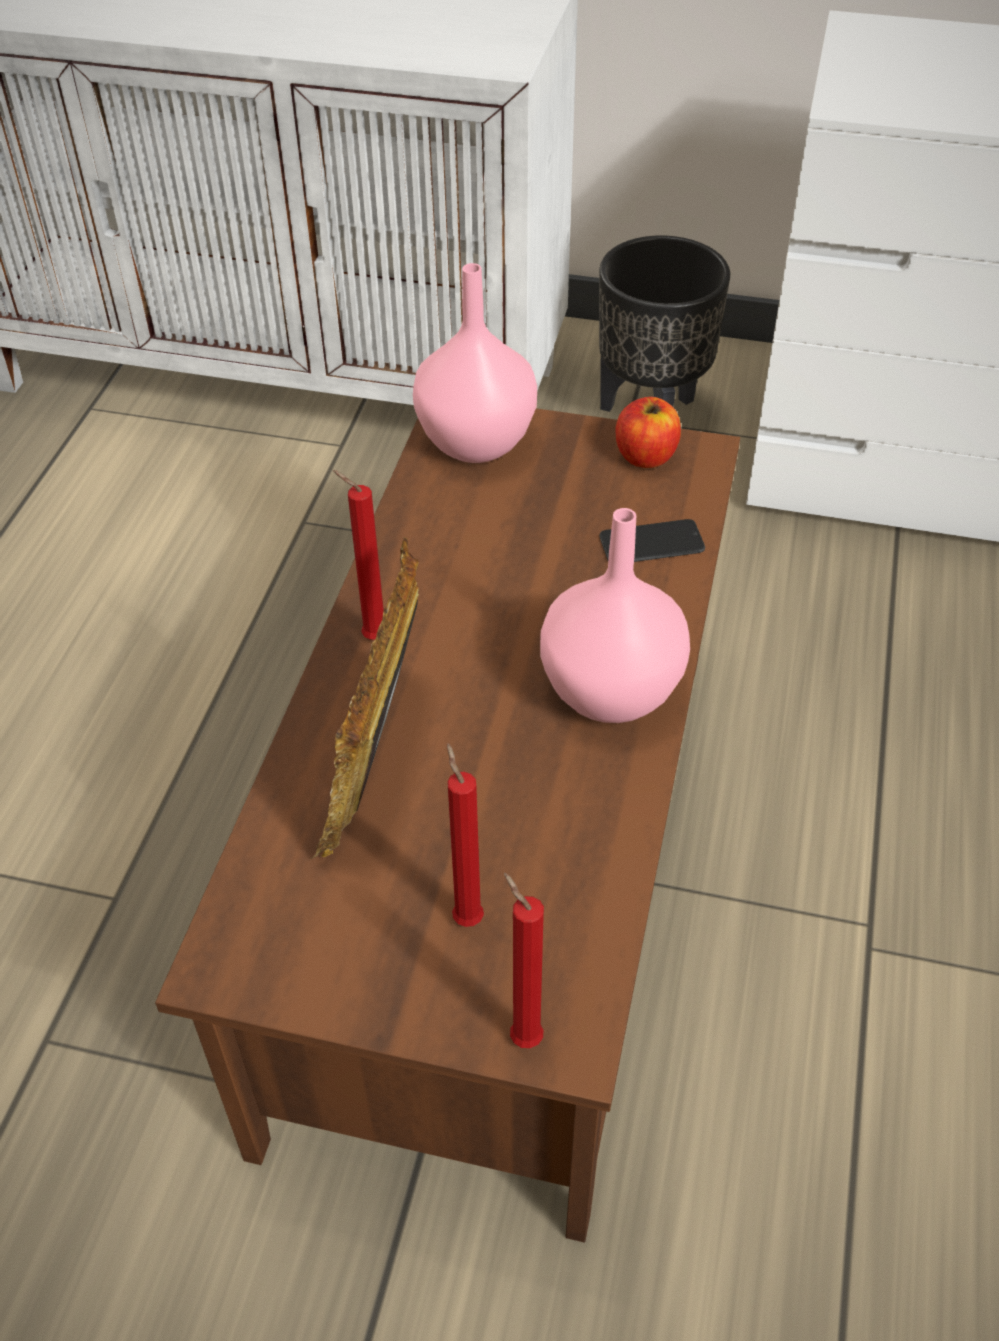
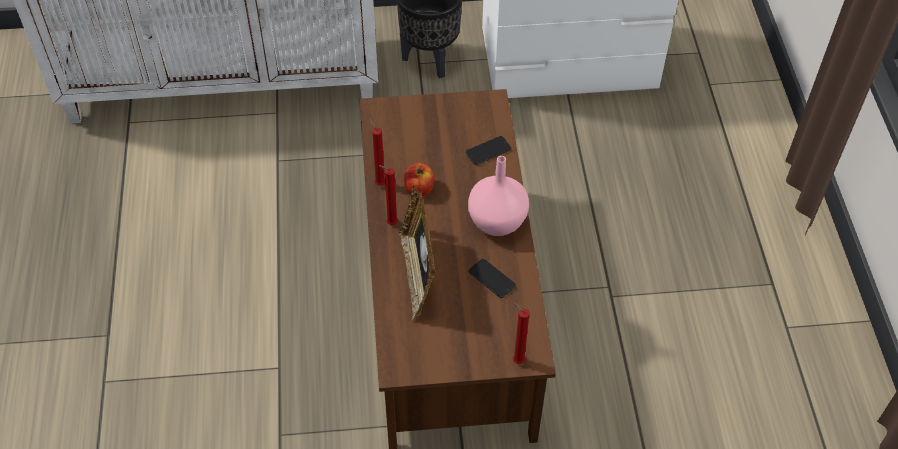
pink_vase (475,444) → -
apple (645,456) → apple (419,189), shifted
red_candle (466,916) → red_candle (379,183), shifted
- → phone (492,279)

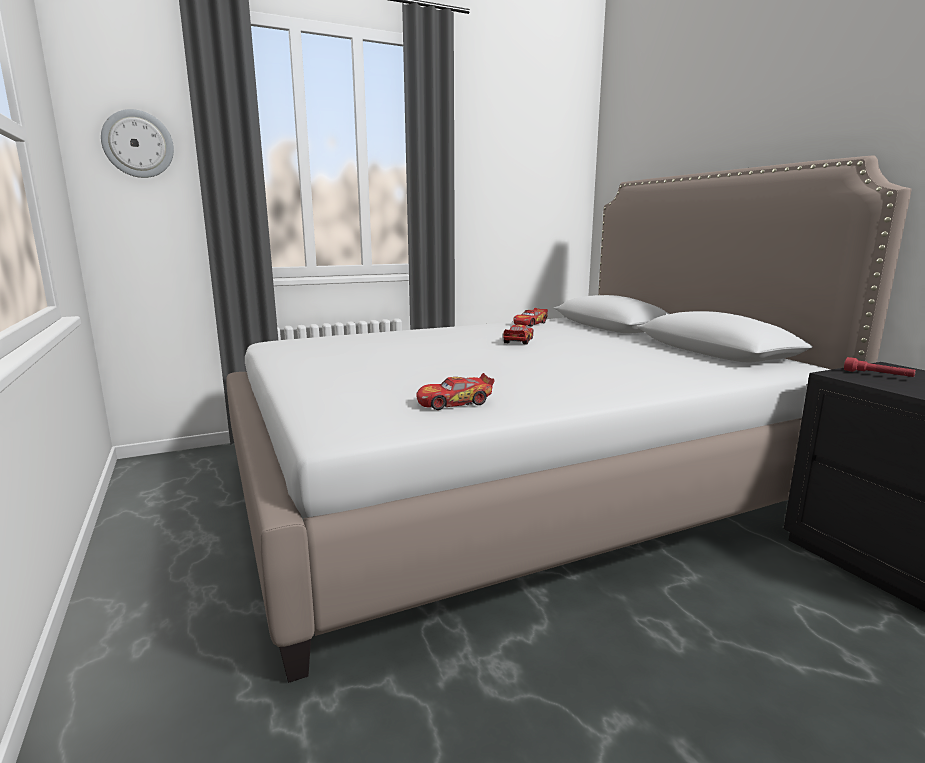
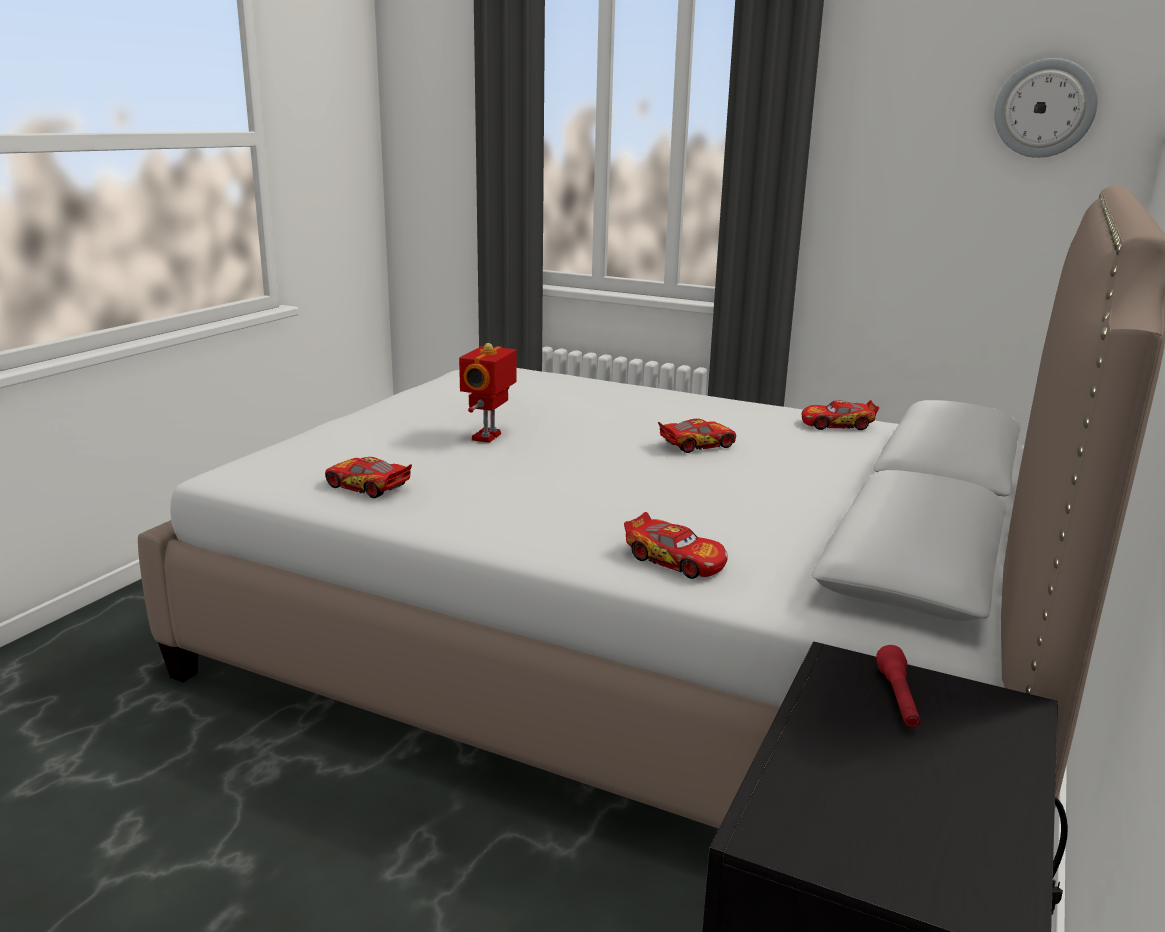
wall_clock (138,144) → wall_clock (1044,108), shifted
- → toy_robot (488,437)
- → toy_car (675,560)

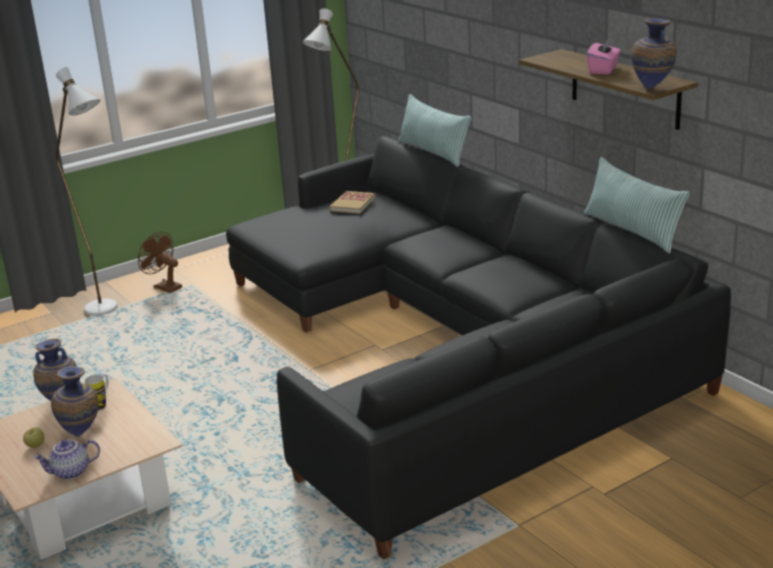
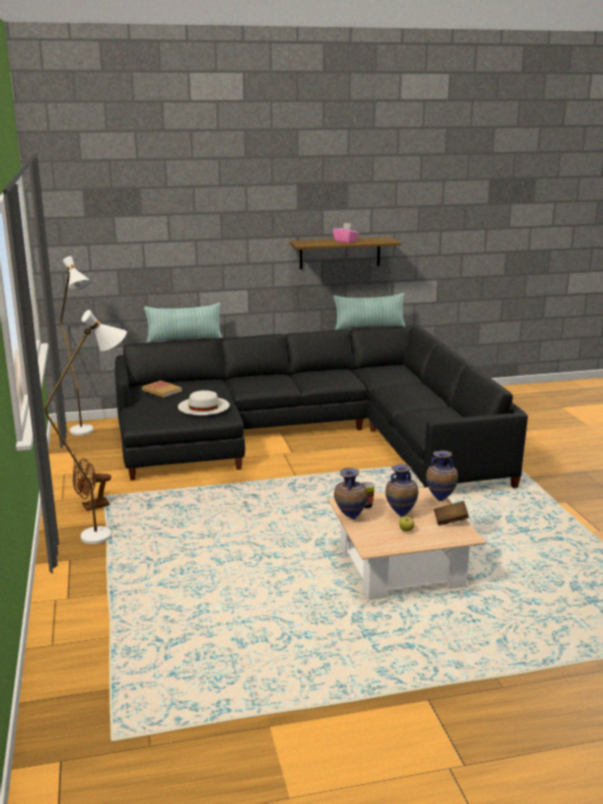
vase (652,88) → vase (440,499), shifted
teapot (70,472) → brown_book (450,521)
- → white_hat (203,406)

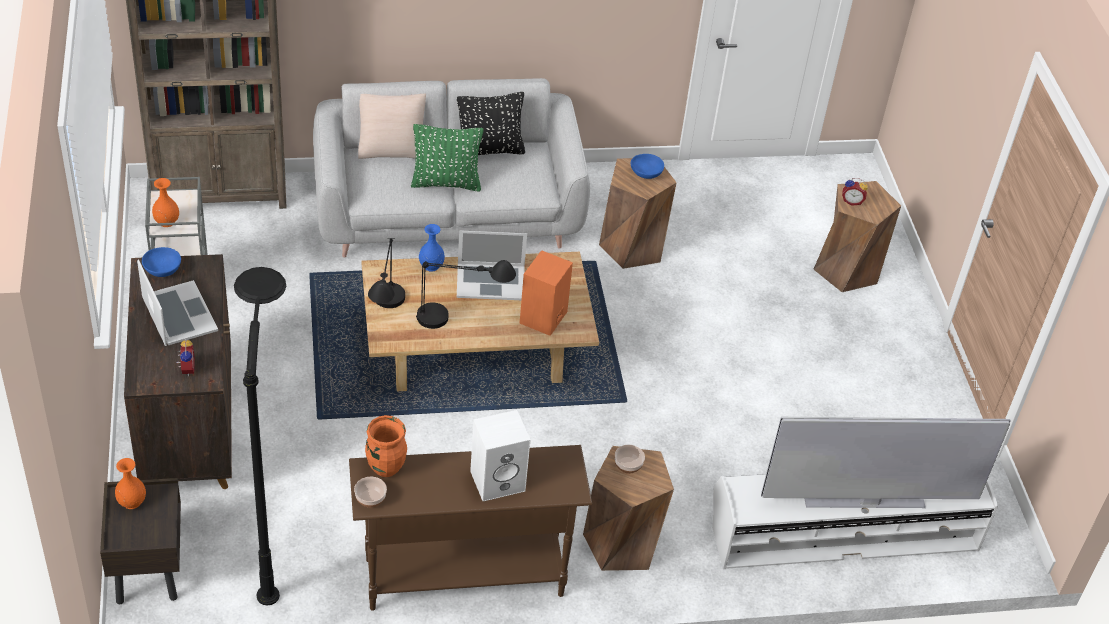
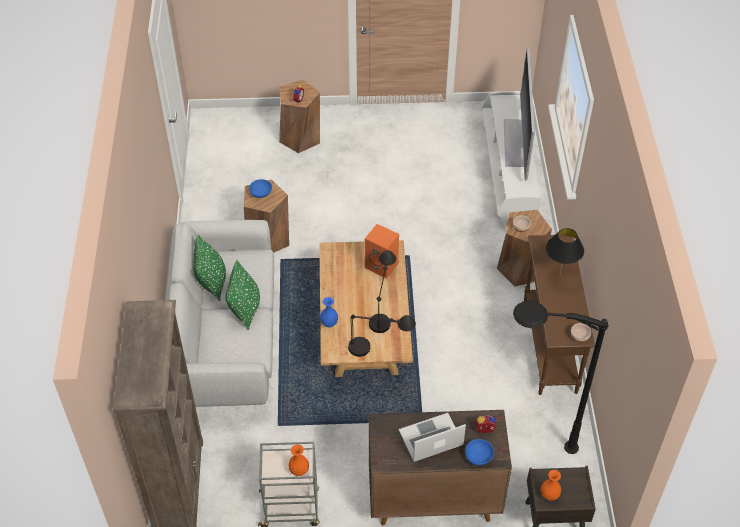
black_pillow (490,150) → green_pillow (212,282)
beige_pillow (391,147) → -
laptop (490,281) → -
blue_bowl (163,269) → blue_bowl (478,456), shifted
white_speaker (498,480) → black_table_lamp (559,274)
orange_vase (385,467) → -

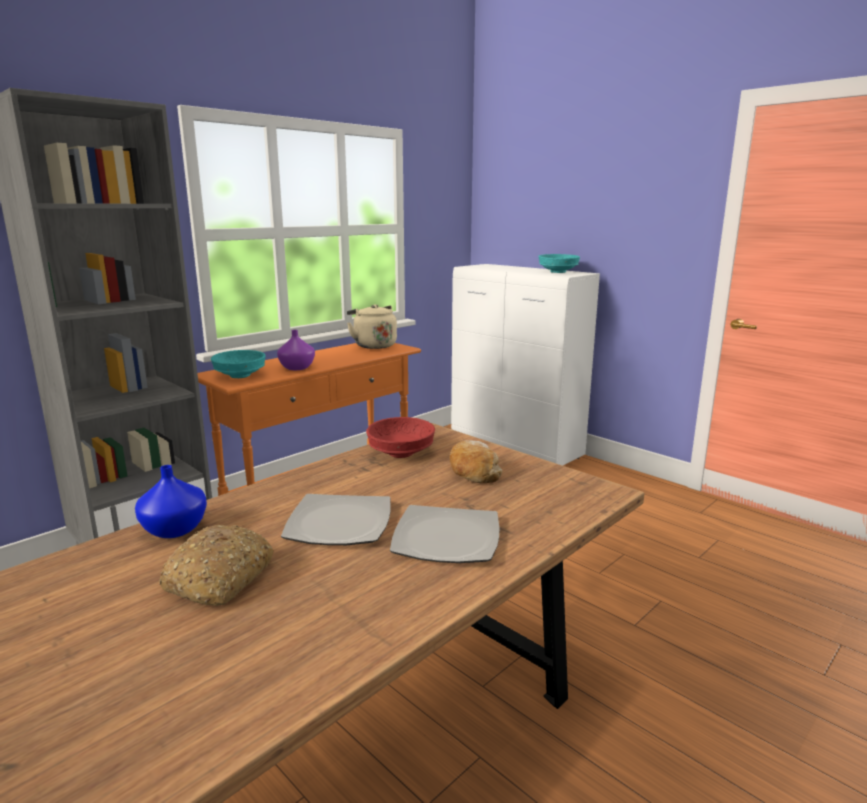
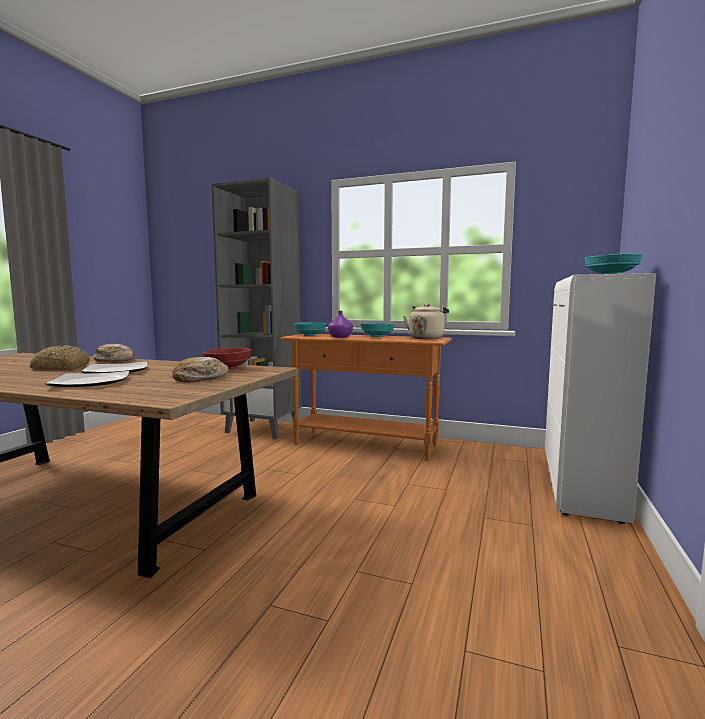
blue_vase (175,528) → bread (115,360)
- → turquoise_bowl (377,336)

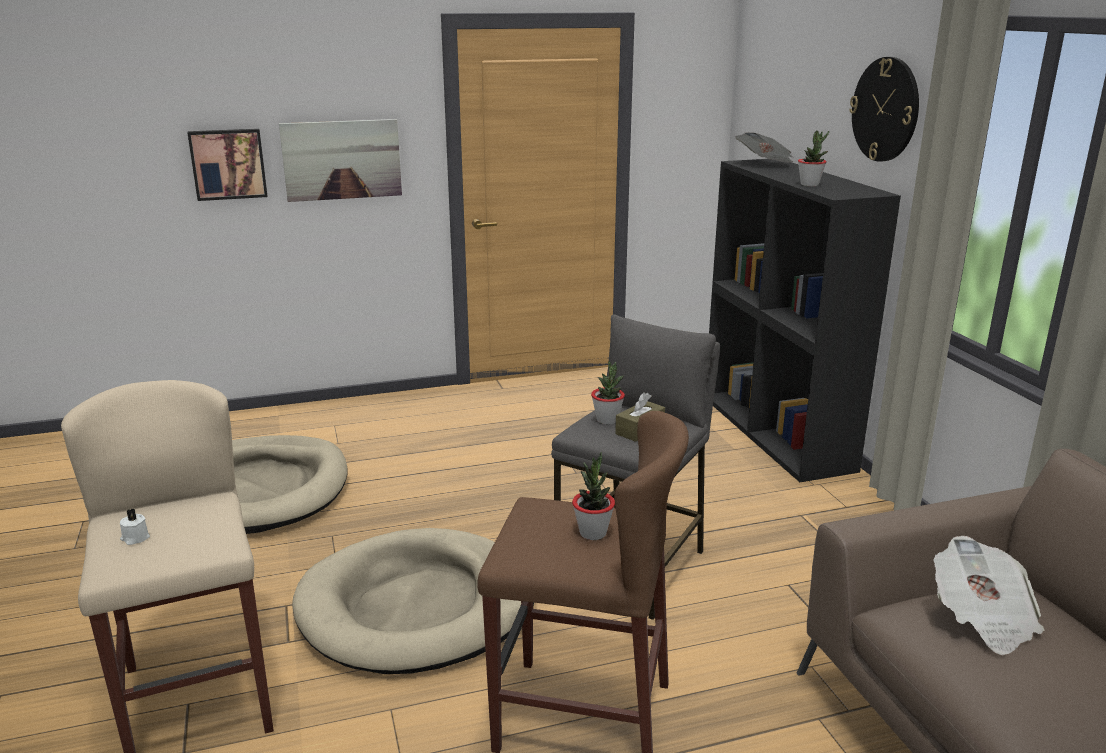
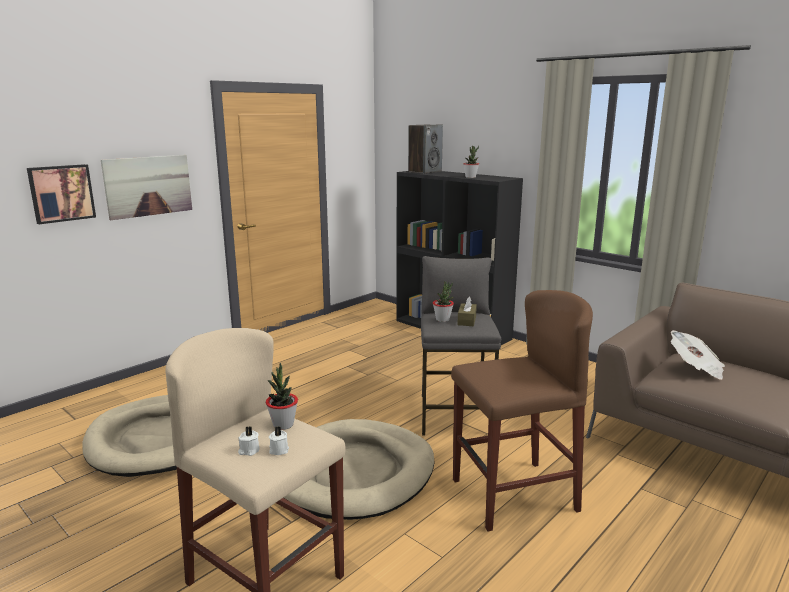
wall_clock (885,109) → -
newspaper (765,165) → speaker (425,172)
potted_plant (593,533) → potted_plant (283,424), shifted
- → white_candle (278,450)

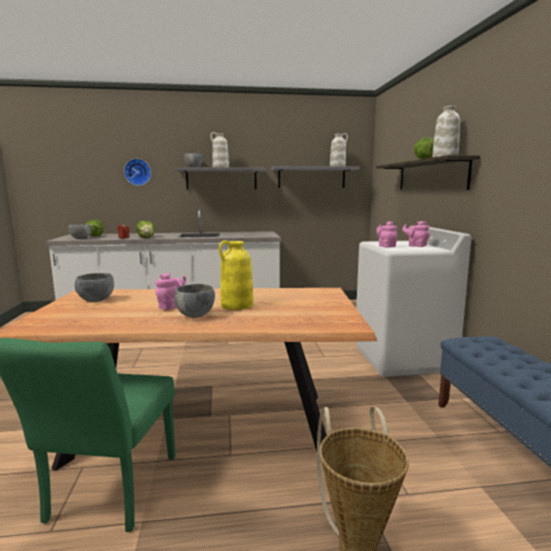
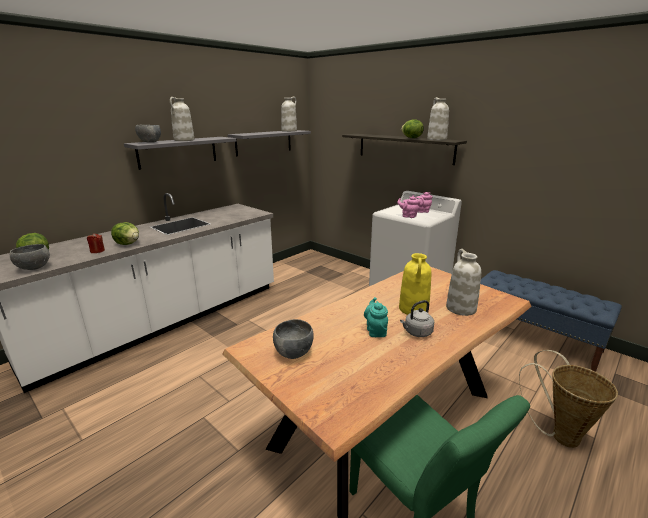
wall_clock (138,172) → -
pink_teapot (171,306) → turquoise_teapot (375,331)
grey_bowl (195,315) → grey_kettle (417,333)
- → white_vase (460,308)

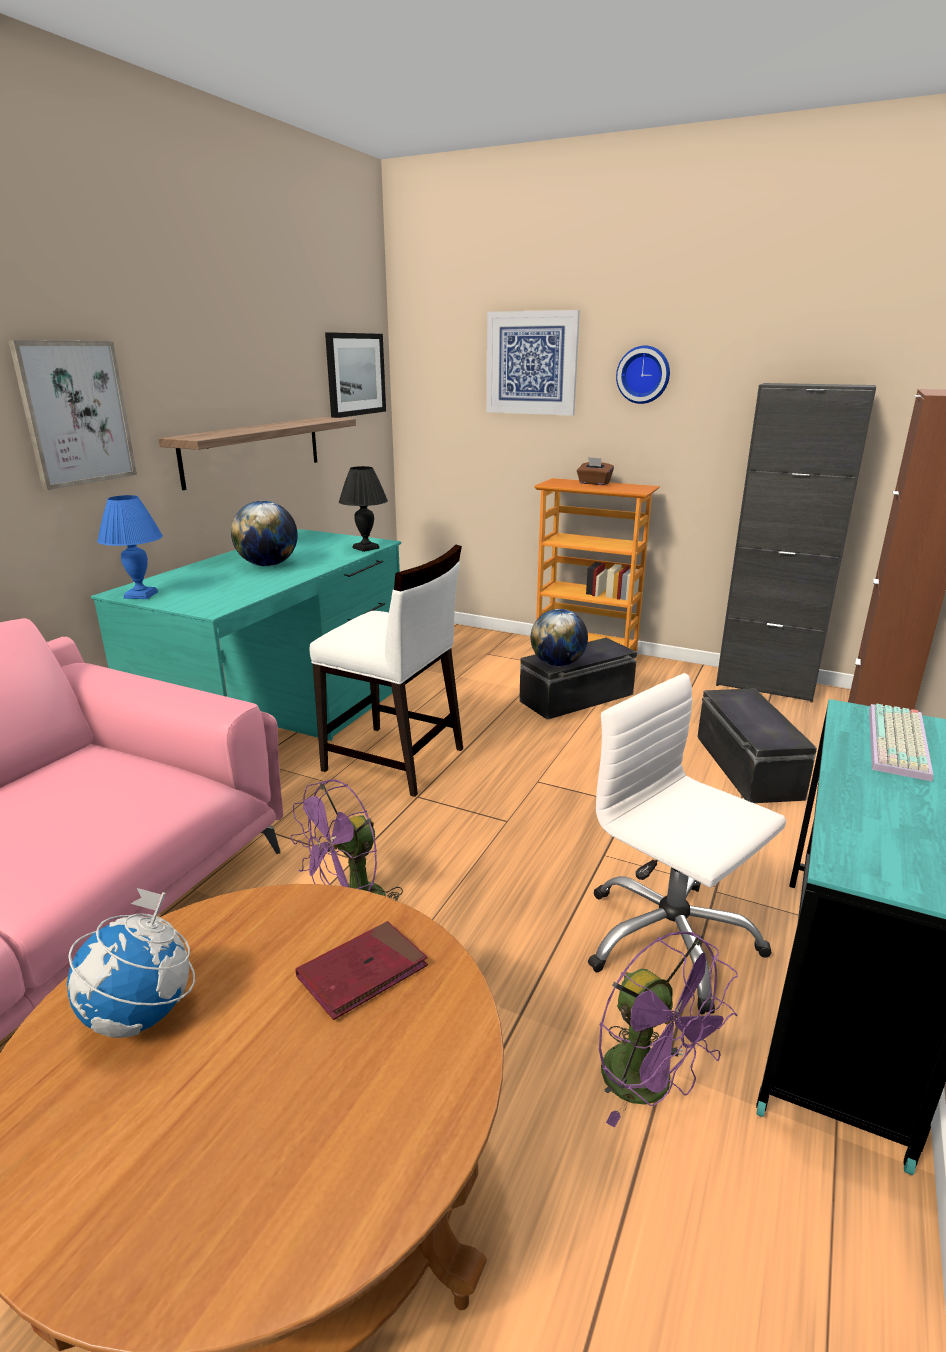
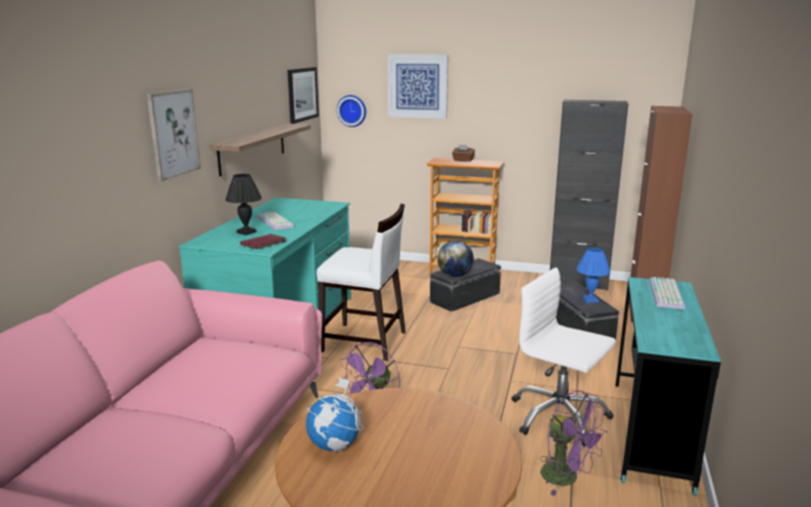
wall_clock (644,374) → wall_clock (352,110), shifted
black_table_lamp (366,548) → black_table_lamp (247,232), shifted
blue_table_lamp (141,595) → blue_table_lamp (589,300), shifted
globe (268,565) → keyboard (276,221)
red_book (362,972) → red_book (264,244), shifted

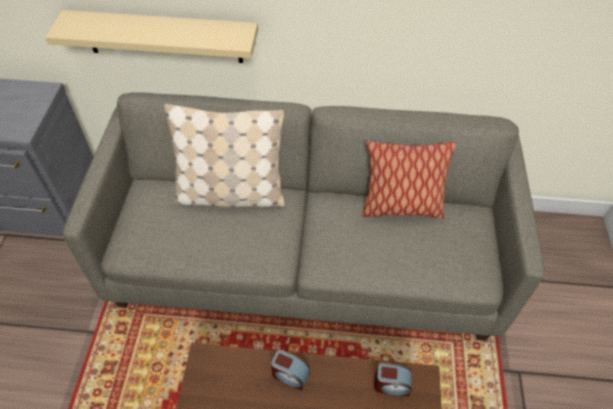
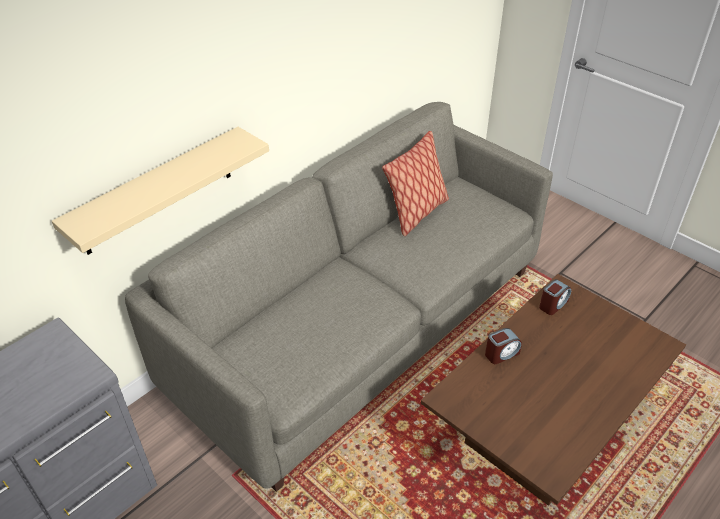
beige_pillow (231,194) → -

